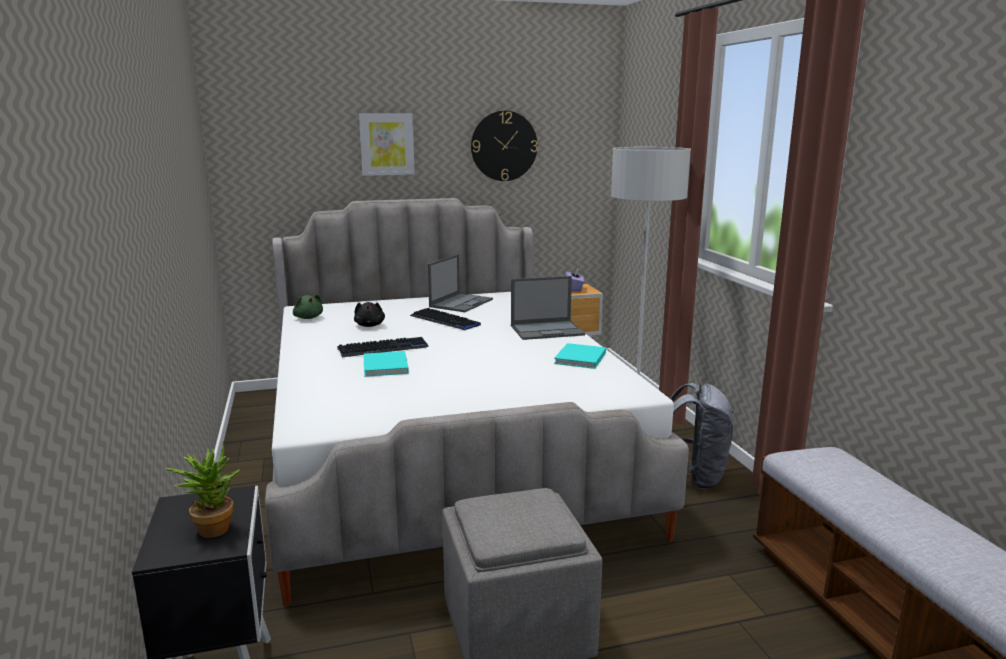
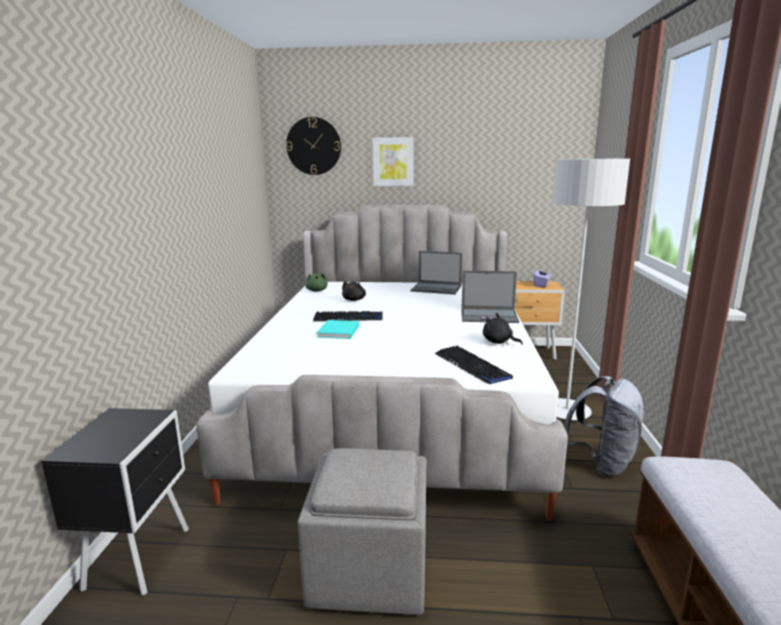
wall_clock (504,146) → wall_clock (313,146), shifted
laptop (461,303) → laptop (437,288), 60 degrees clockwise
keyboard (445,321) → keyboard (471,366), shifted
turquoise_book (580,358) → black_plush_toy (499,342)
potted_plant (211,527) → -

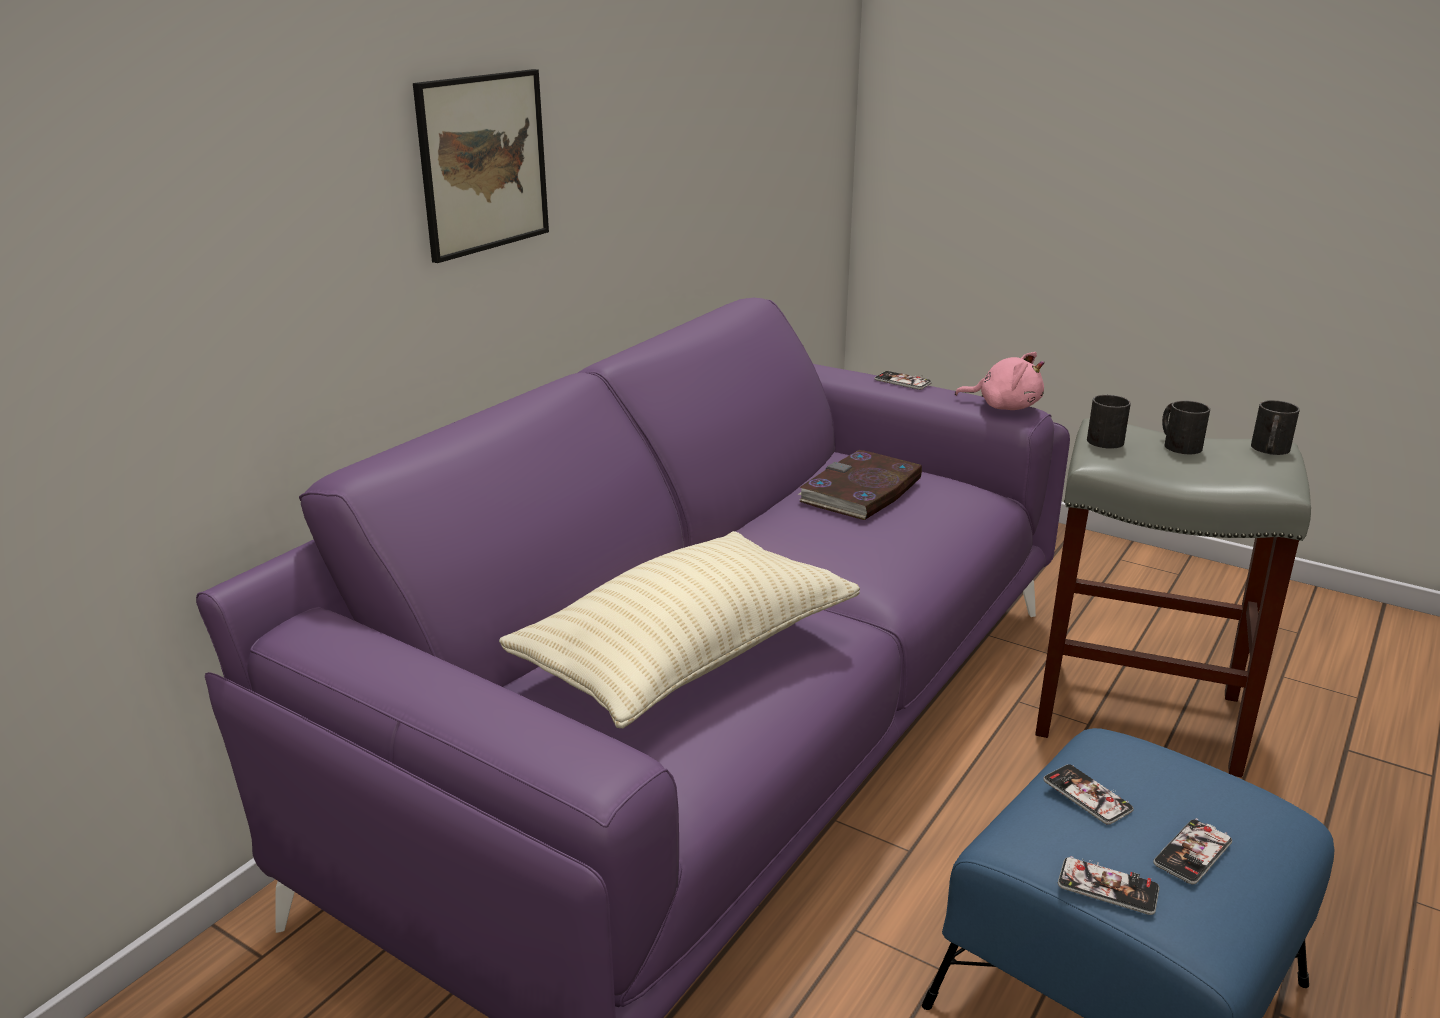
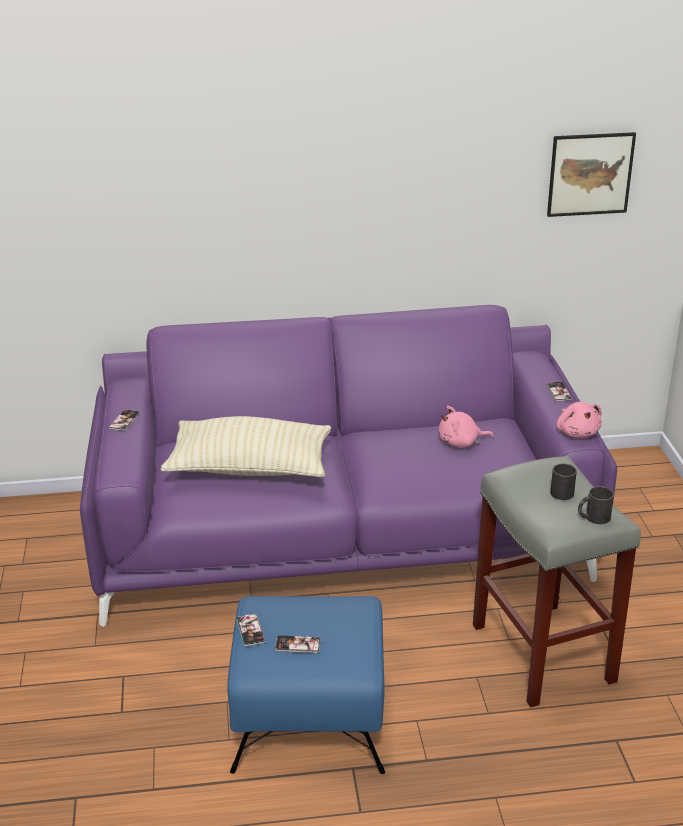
picture (483,163) → picture (590,174), shifted
black_mug (1102,438) → -
book (861,491) → pink_plush_toy (461,442)
phone (1087,795) → phone (124,421), shifted

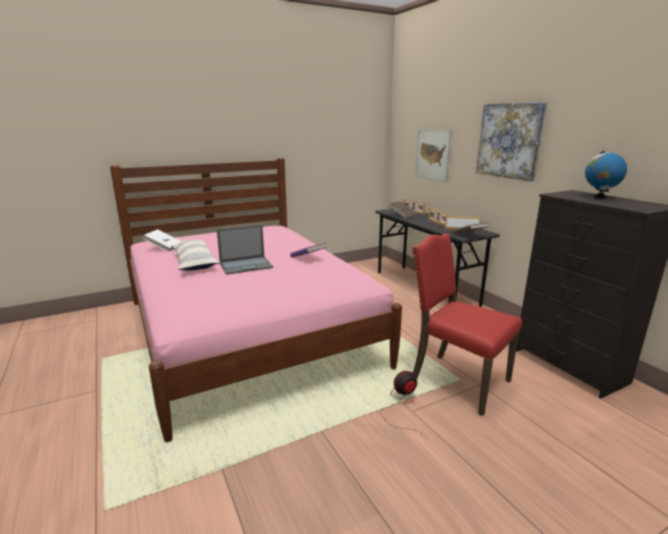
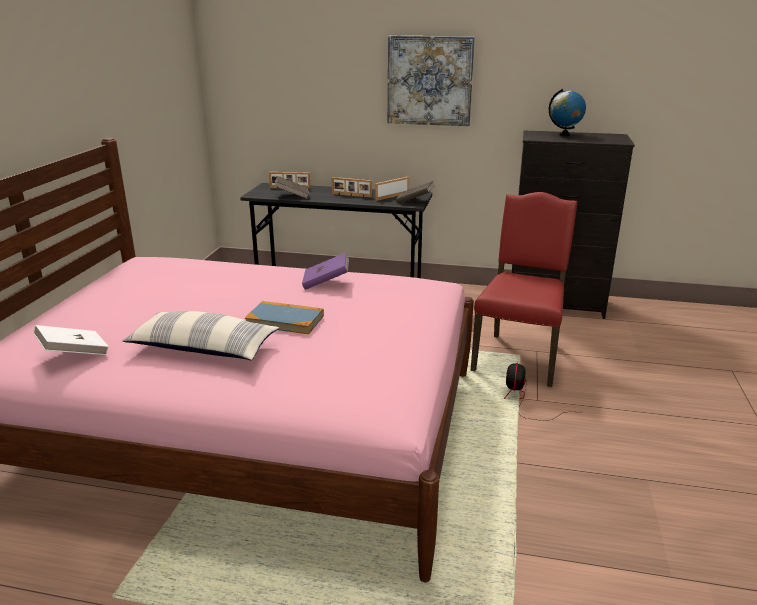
picture (433,154) → -
laptop (246,265) → book (285,320)
red_chair (457,380) → red_chair (518,357), 120 degrees clockwise

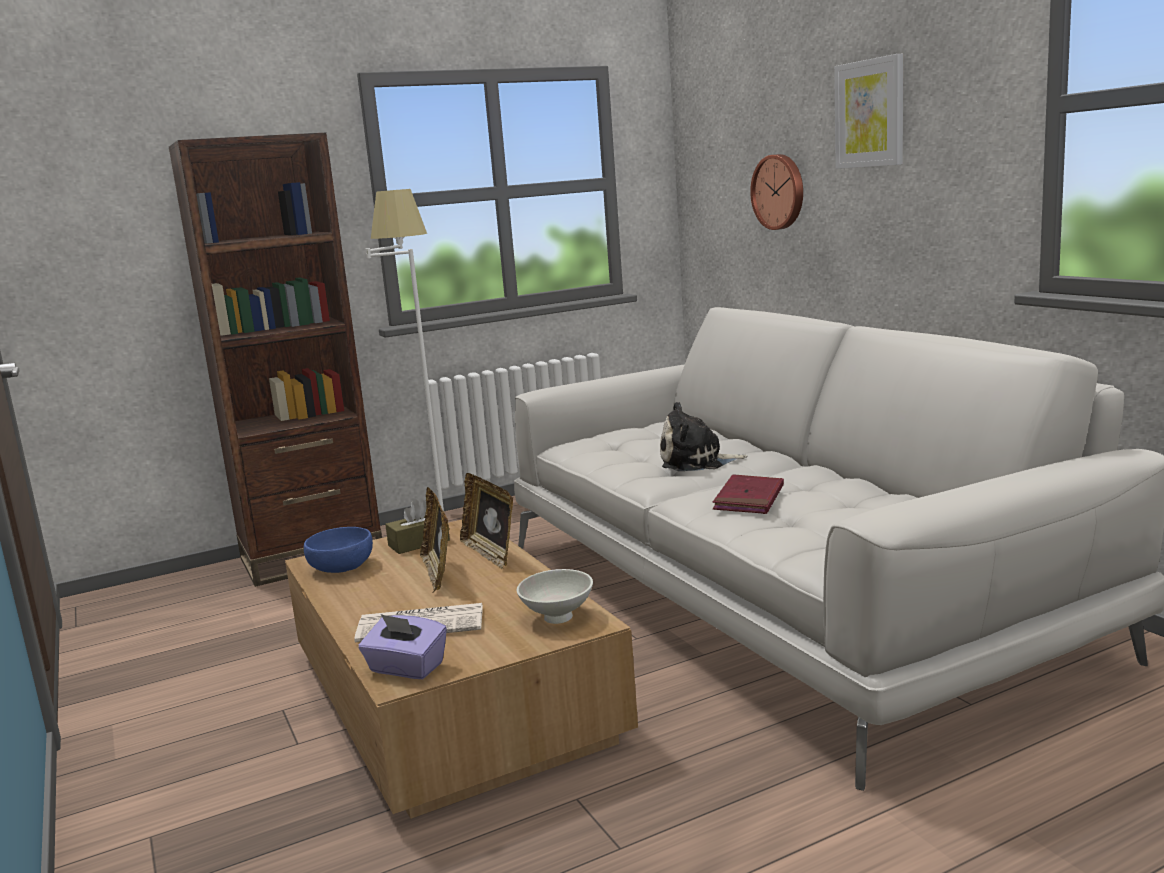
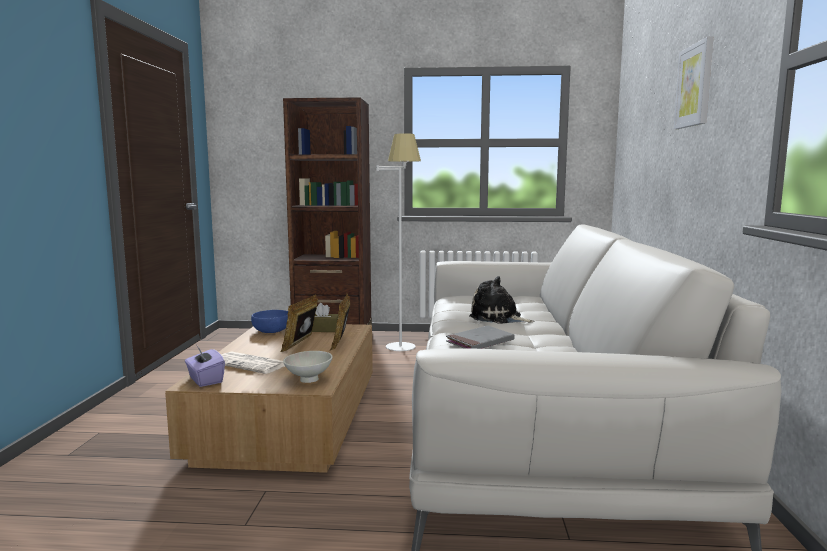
wall_clock (779,192) → -
red_book (749,499) → grey_book (480,342)

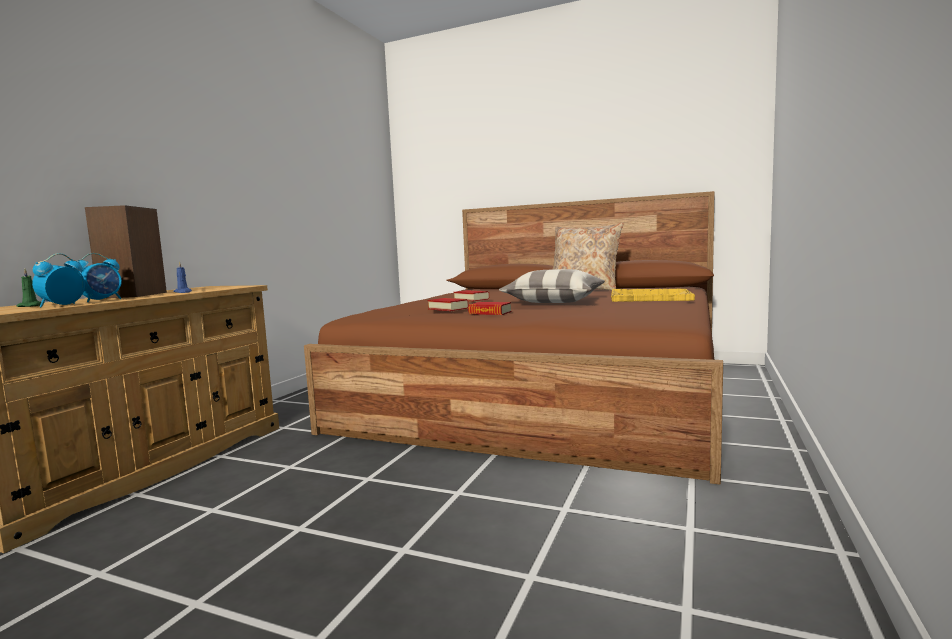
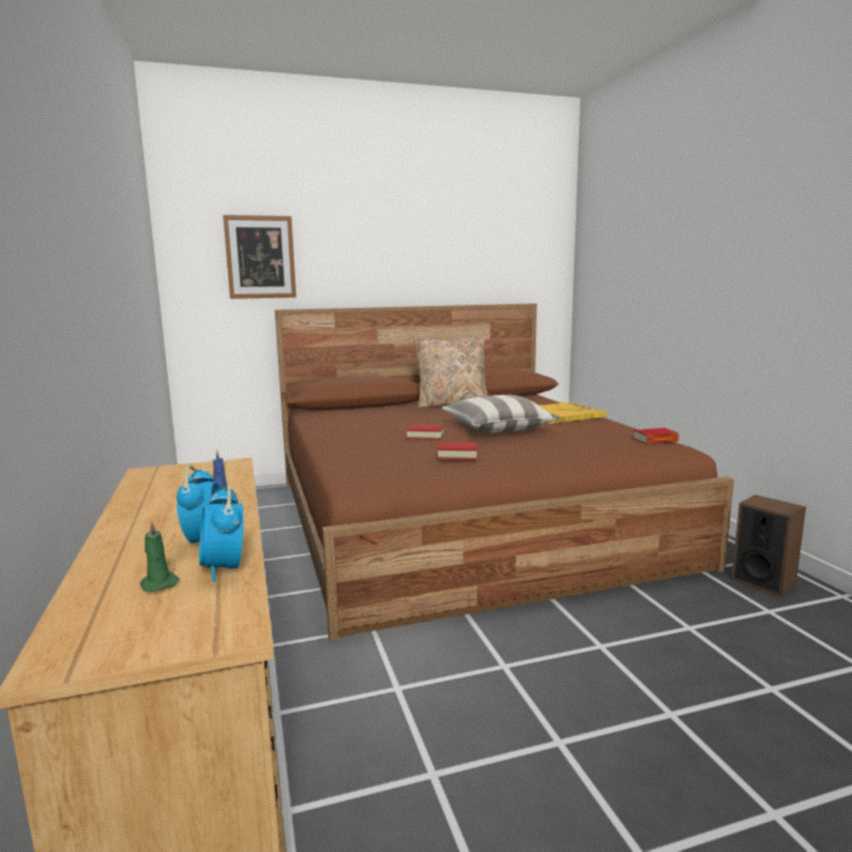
speaker (134,295) → speaker (763,581), shifted
book (490,313) → book (655,440), shifted
- → picture (260,257)

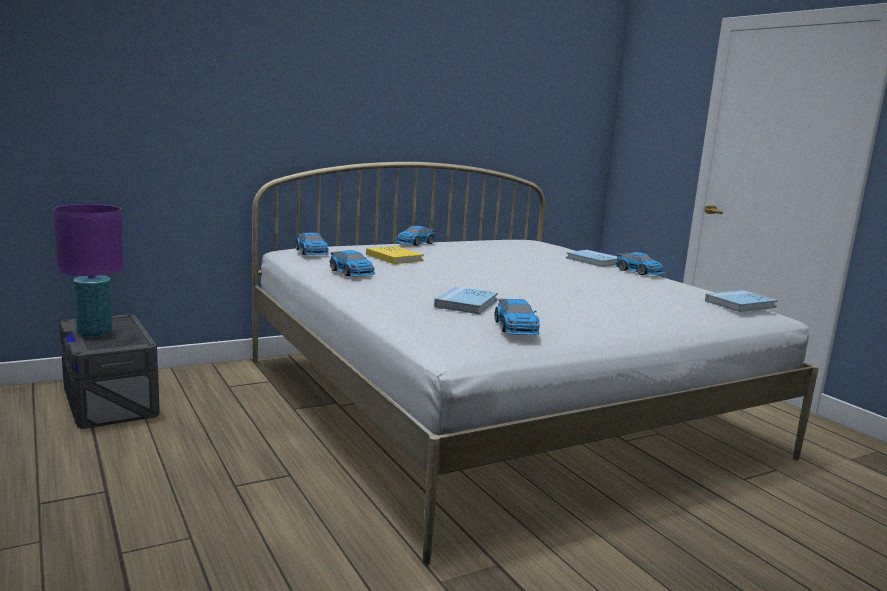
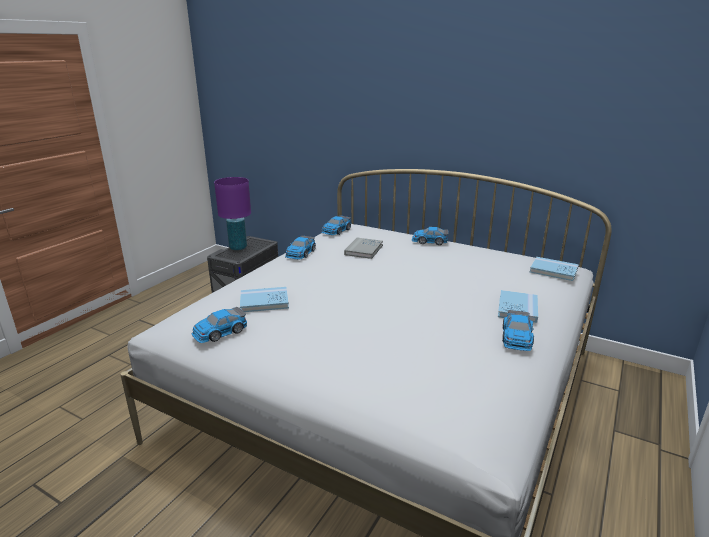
yellow_book (394,257) → grey_book (364,250)
blue_book (740,304) → blue_book (553,270), shifted

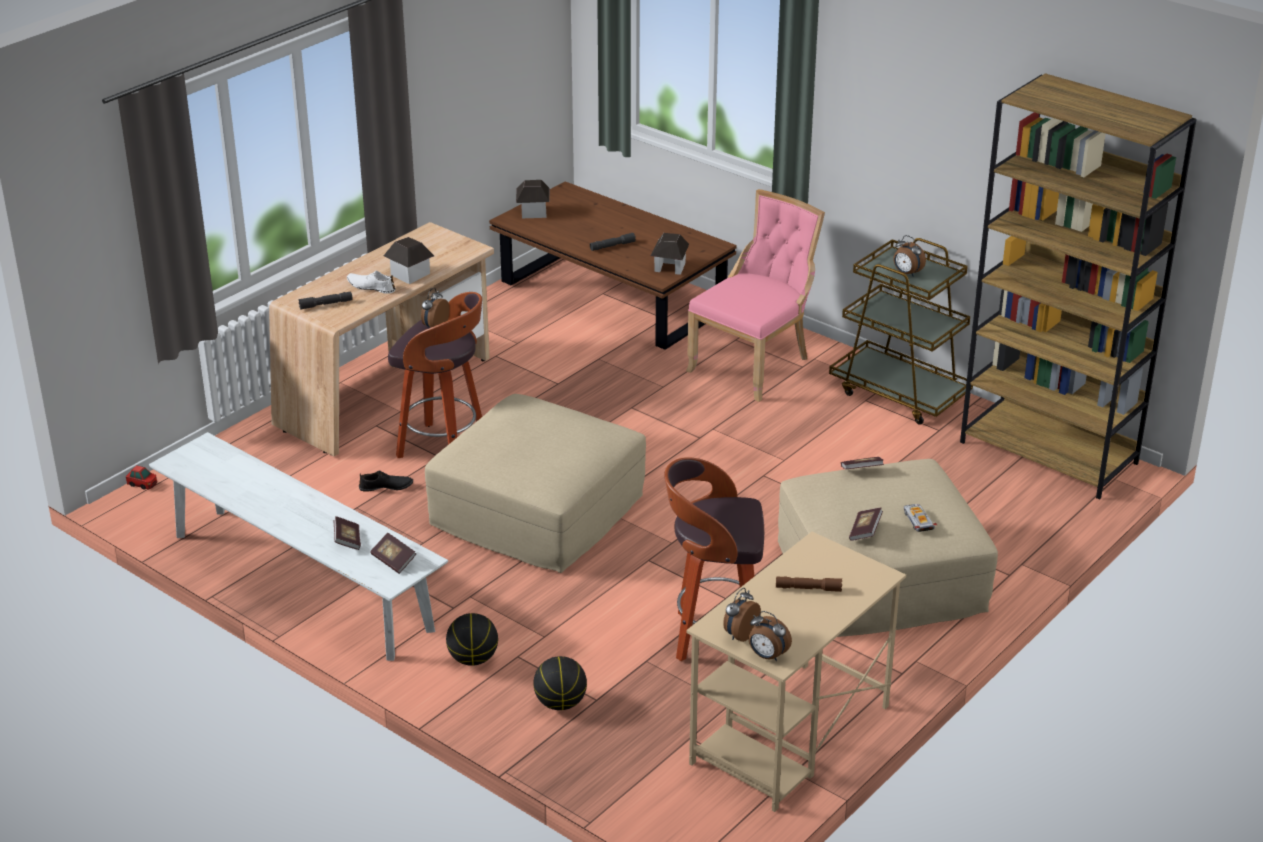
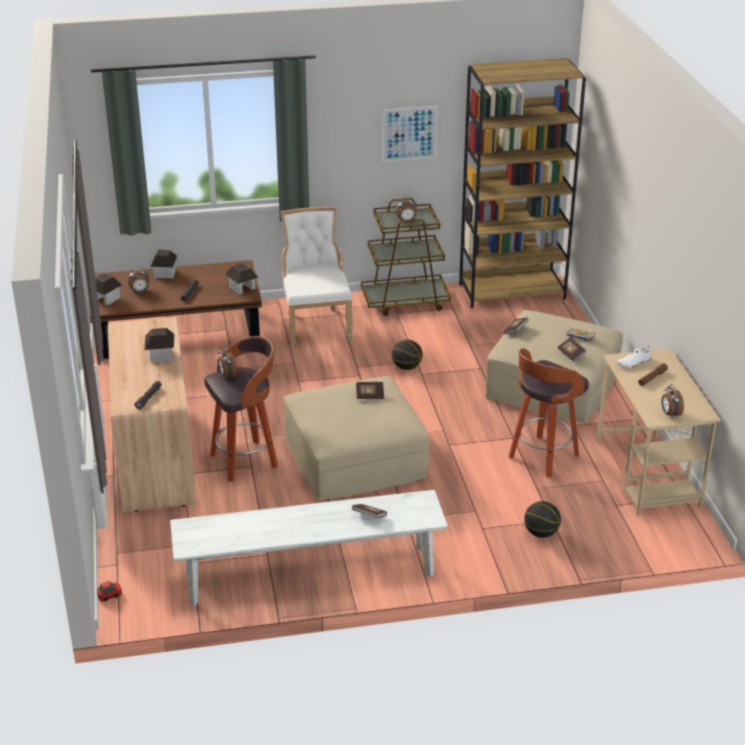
pink_chair (754,365) → white_chair (316,326)
white_shoe (371,287) → white_shoe (633,362), shifted
black_shoe (386,487) → -
book (393,560) → book (369,395), shifted
alarm_clock (767,656) → alarm_clock (140,292), shifted
basketball (472,659) → basketball (407,367), shifted
- → picture (409,134)
- → toy_house (164,273)

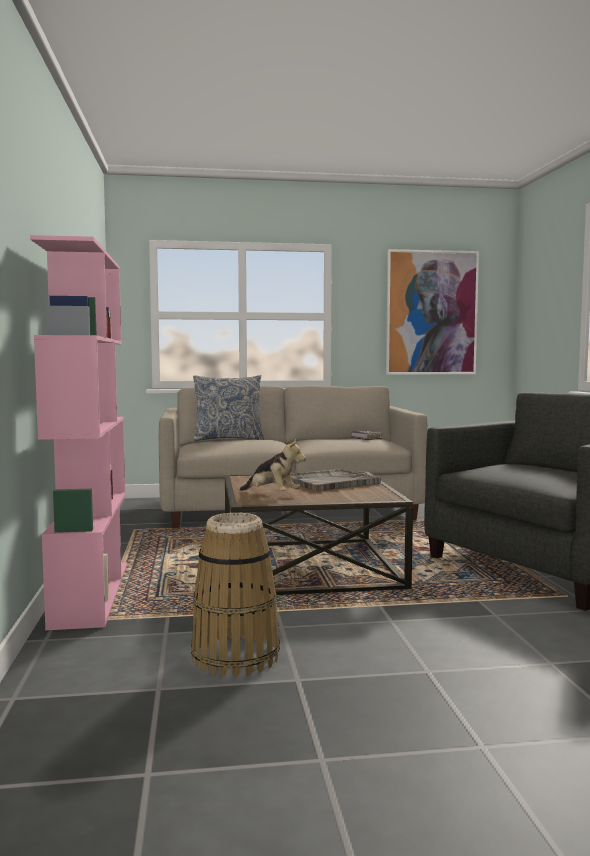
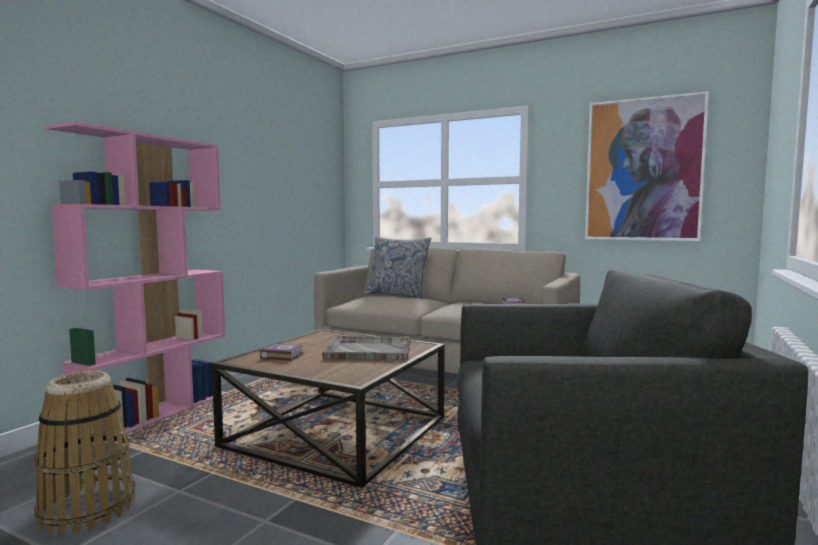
plush_toy (272,494) → book (281,355)

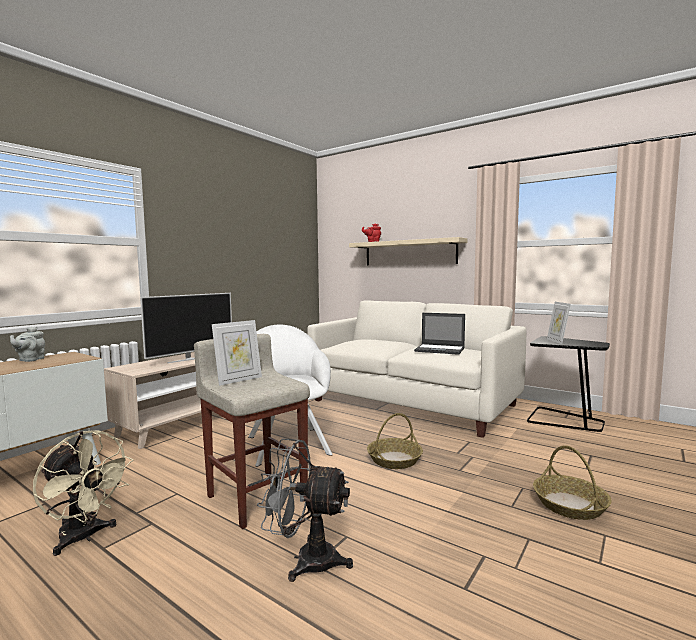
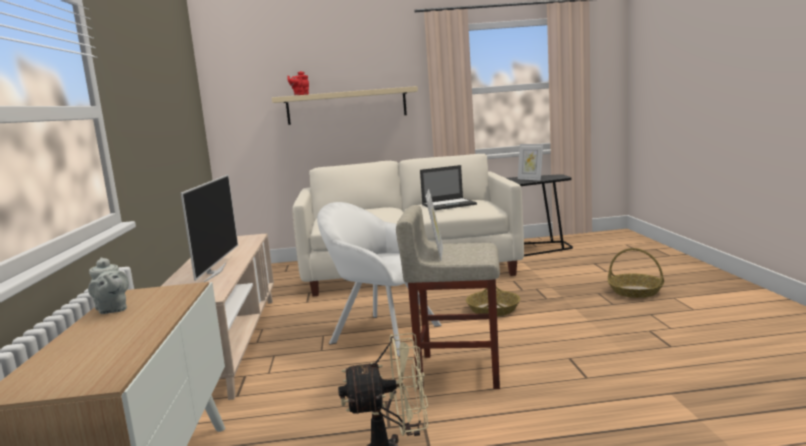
grey_fan (306,560) → -

